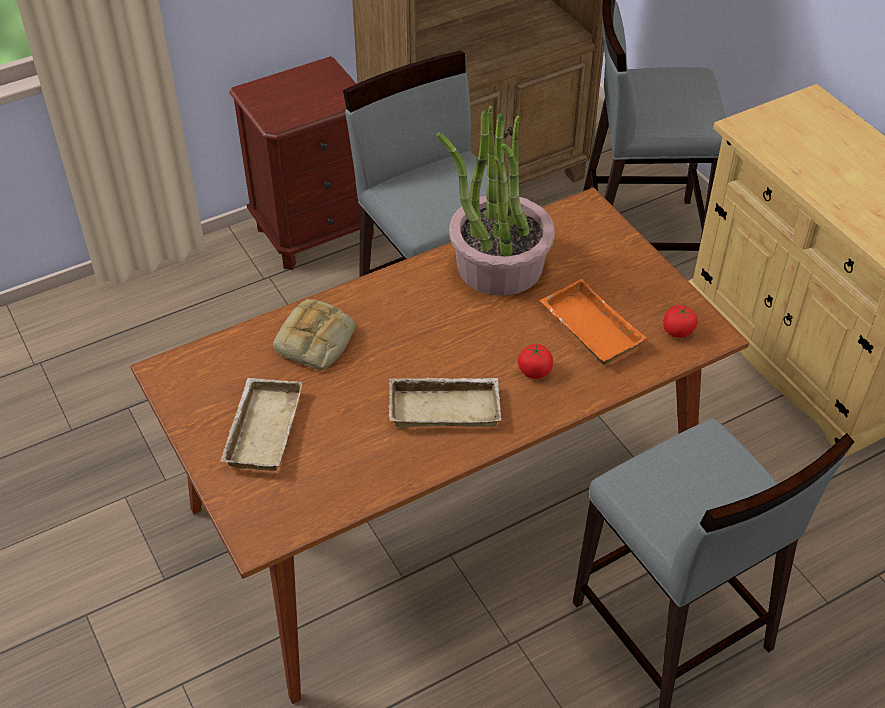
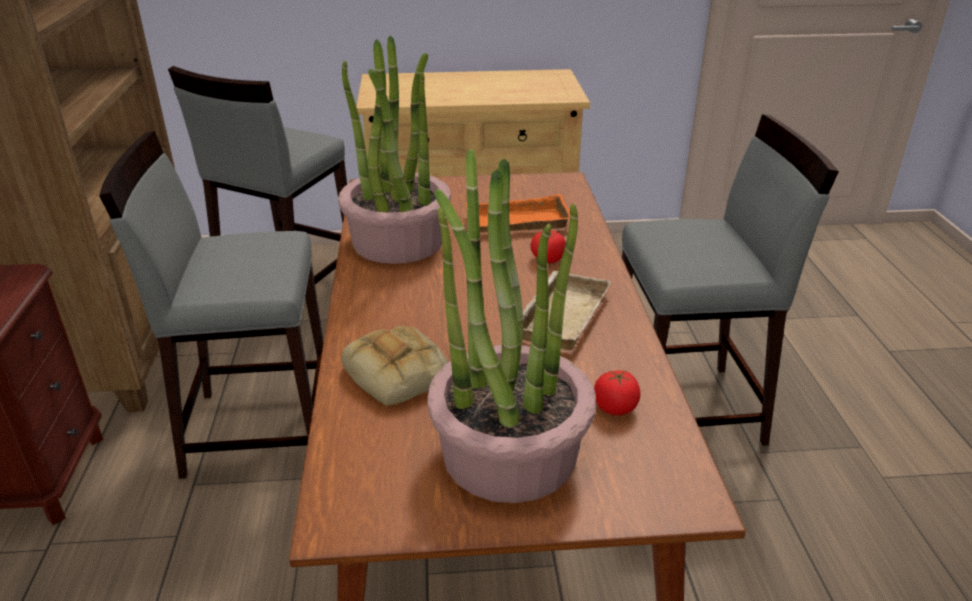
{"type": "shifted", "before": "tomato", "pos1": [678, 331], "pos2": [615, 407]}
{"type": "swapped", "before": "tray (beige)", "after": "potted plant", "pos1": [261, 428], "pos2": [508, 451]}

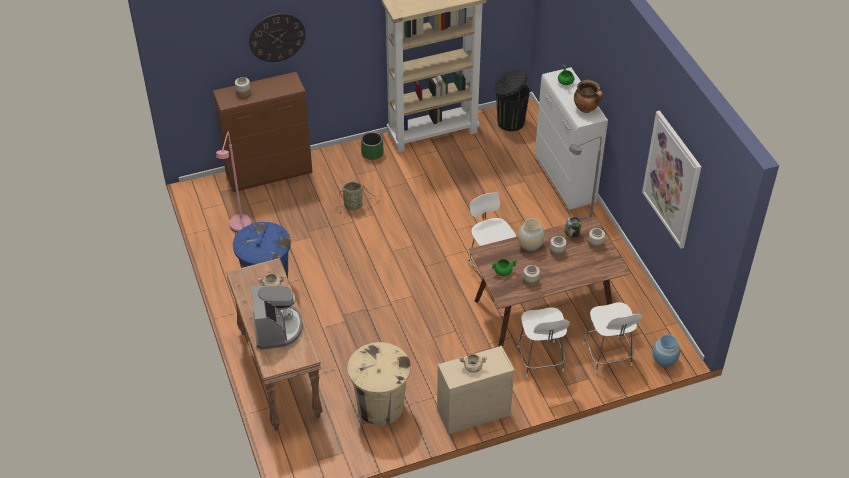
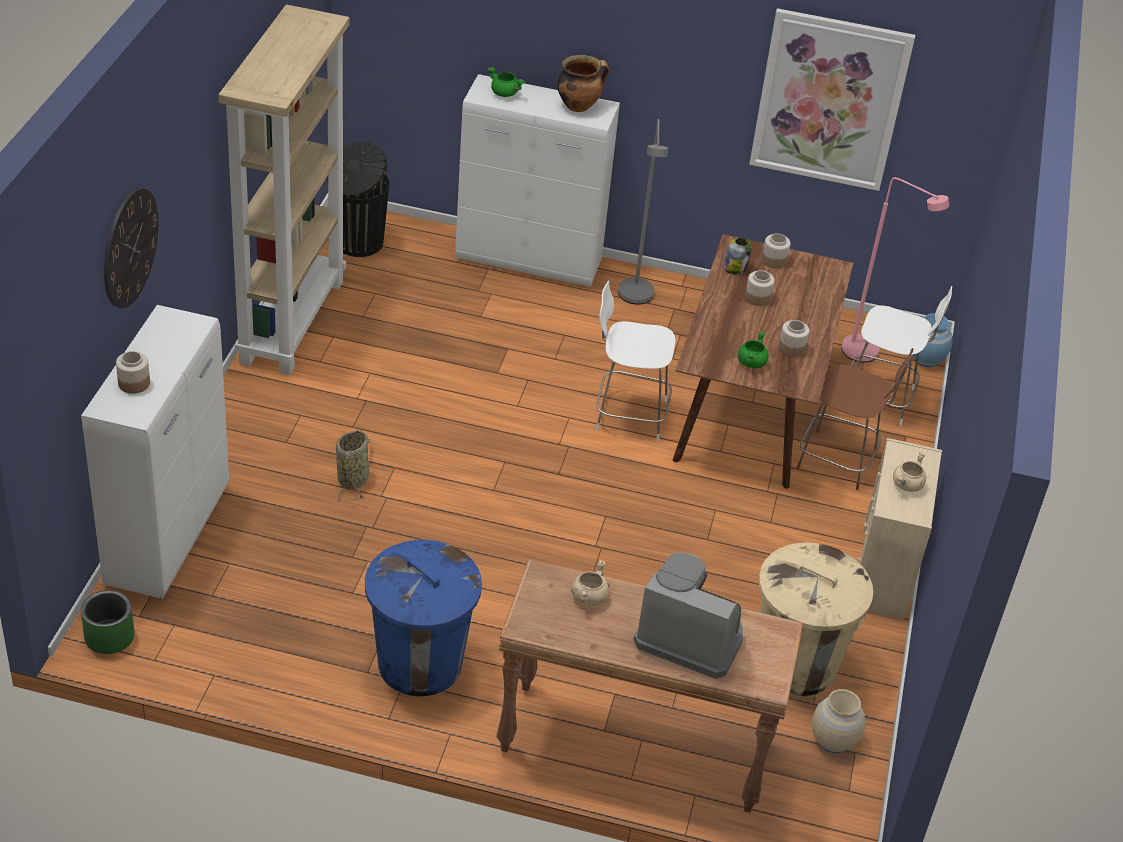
{"type": "repainted", "before": "cabinet (brown)", "after": "cabinet (white)", "pos1": [270, 174], "pos2": [168, 534]}
{"type": "shifted", "before": "planter (green)", "pos1": [372, 153], "pos2": [109, 637]}
{"type": "shifted", "before": "floor lamp (pink)", "pos1": [239, 229], "pos2": [869, 355]}
{"type": "shifted", "before": "vase (beige)", "pos1": [530, 245], "pos2": [833, 739]}
{"type": "repainted", "before": "stool (white)", "after": "stool (brown)", "pos1": [540, 361], "pos2": [839, 461]}

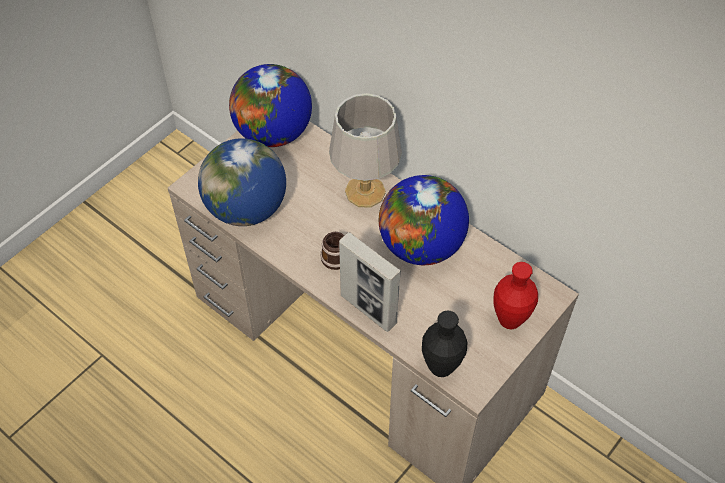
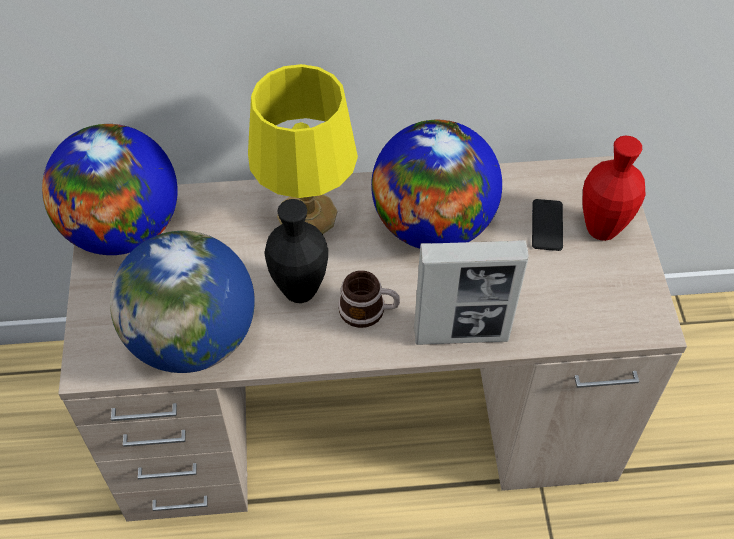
{"type": "repainted", "before": "table lamp (grey)", "after": "table lamp (yellow)", "pos1": [366, 192], "pos2": [309, 215]}
{"type": "shifted", "before": "vase (black)", "pos1": [441, 367], "pos2": [300, 291]}
{"type": "new", "after": "phone", "pos2": [547, 225]}

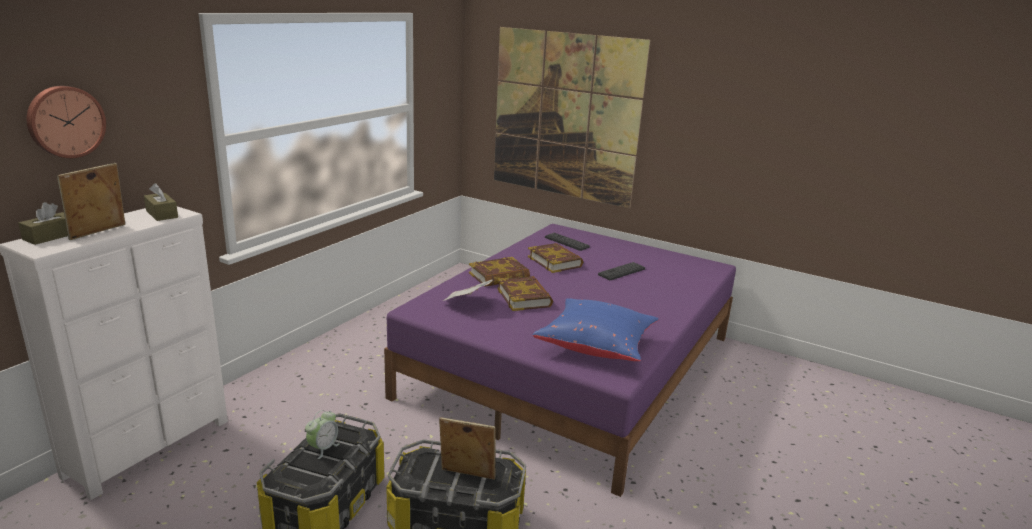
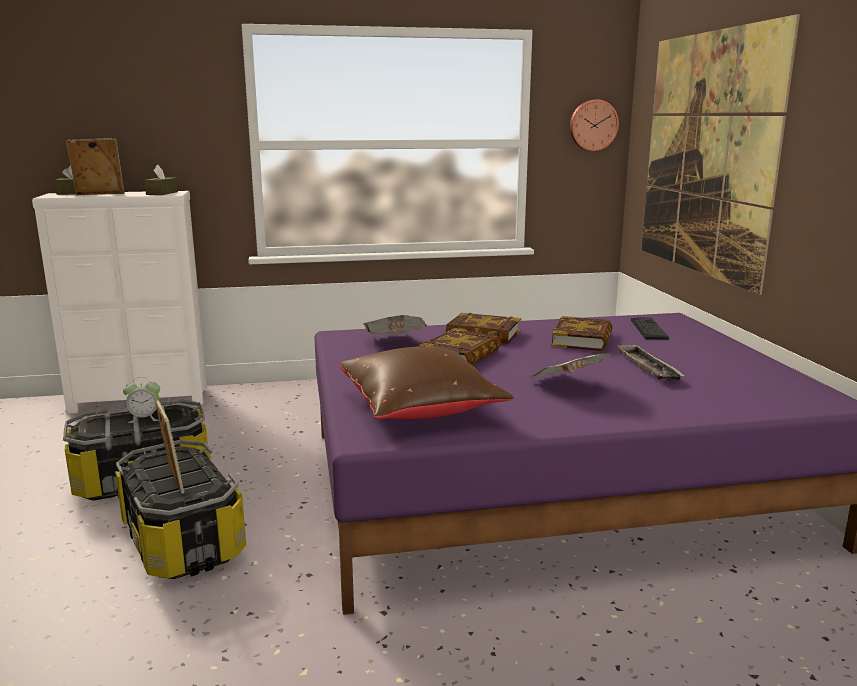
{"type": "shifted", "before": "wall clock", "pos1": [65, 121], "pos2": [593, 125]}
{"type": "swapped", "before": "keyboard", "after": "tray", "pos1": [621, 272], "pos2": [647, 368]}
{"type": "repainted", "before": "pillow (blue)", "after": "pillow (brown)", "pos1": [596, 346], "pos2": [421, 409]}
{"type": "new", "after": "newspaper", "pos2": [567, 386]}

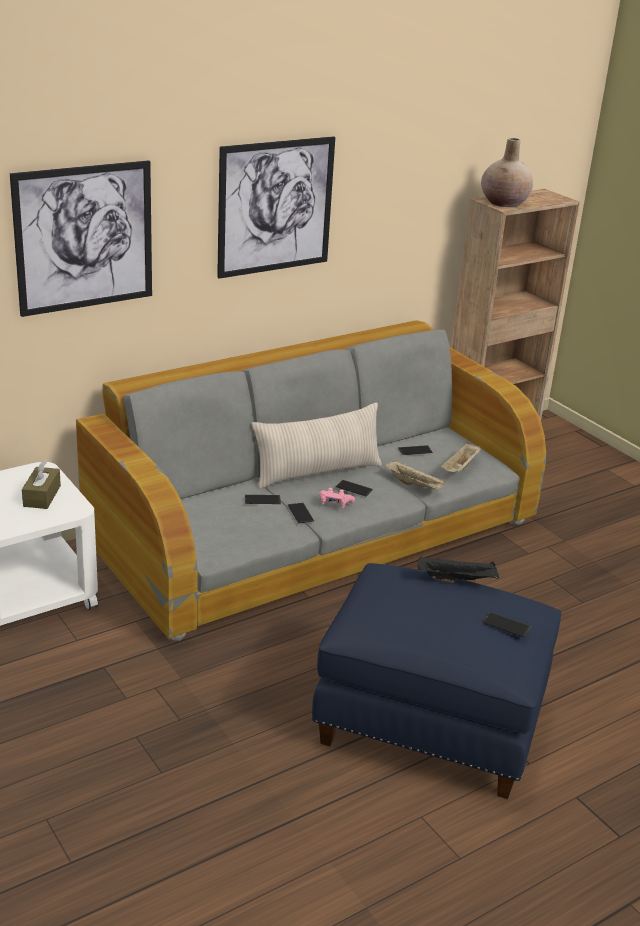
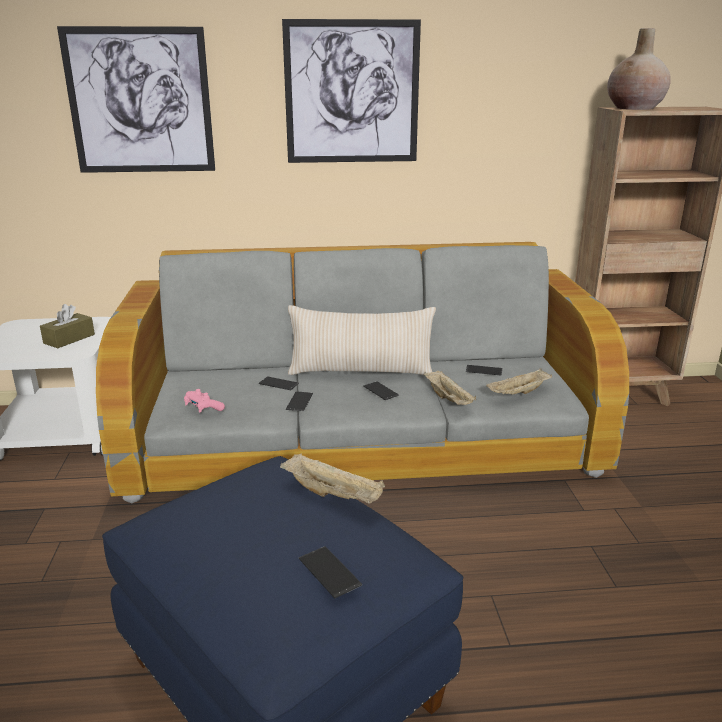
{"type": "shifted", "before": "game controller (pink)", "pos1": [335, 504], "pos2": [203, 408]}
{"type": "repainted", "before": "tray (black)", "after": "tray (beige)", "pos1": [457, 579], "pos2": [334, 494]}

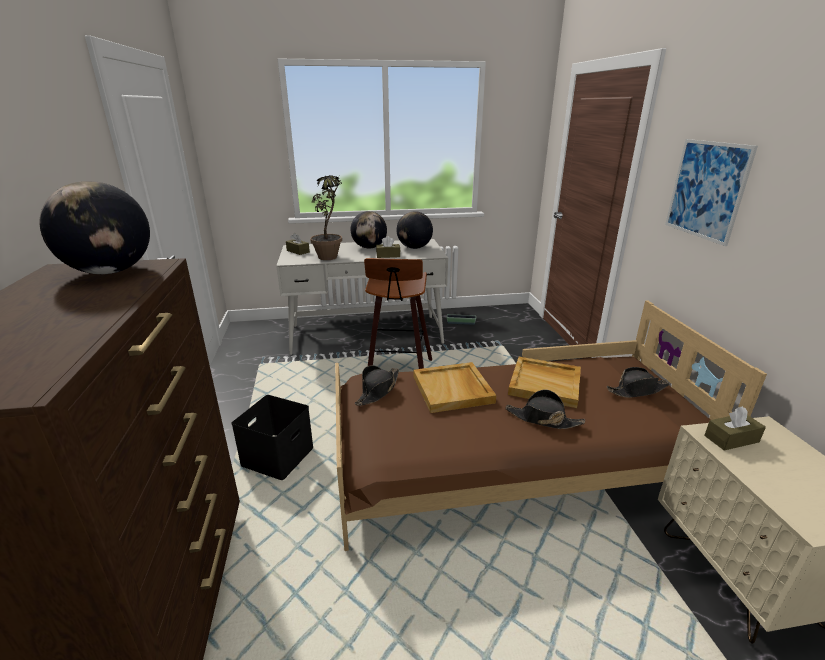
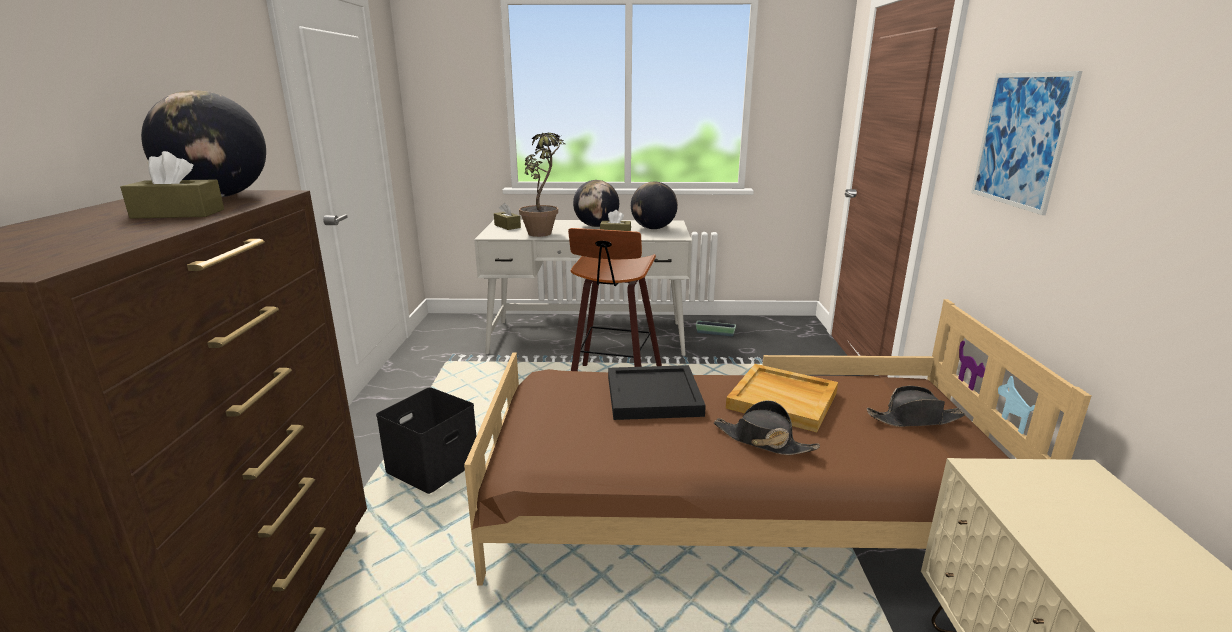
{"type": "repainted", "before": "tray (beige)", "after": "tray (black)", "pos1": [453, 389], "pos2": [654, 396]}
{"type": "gone", "before": "hat (black)", "pos1": [378, 390]}
{"type": "shifted", "before": "tissue box (brown)", "pos1": [731, 439], "pos2": [178, 214]}

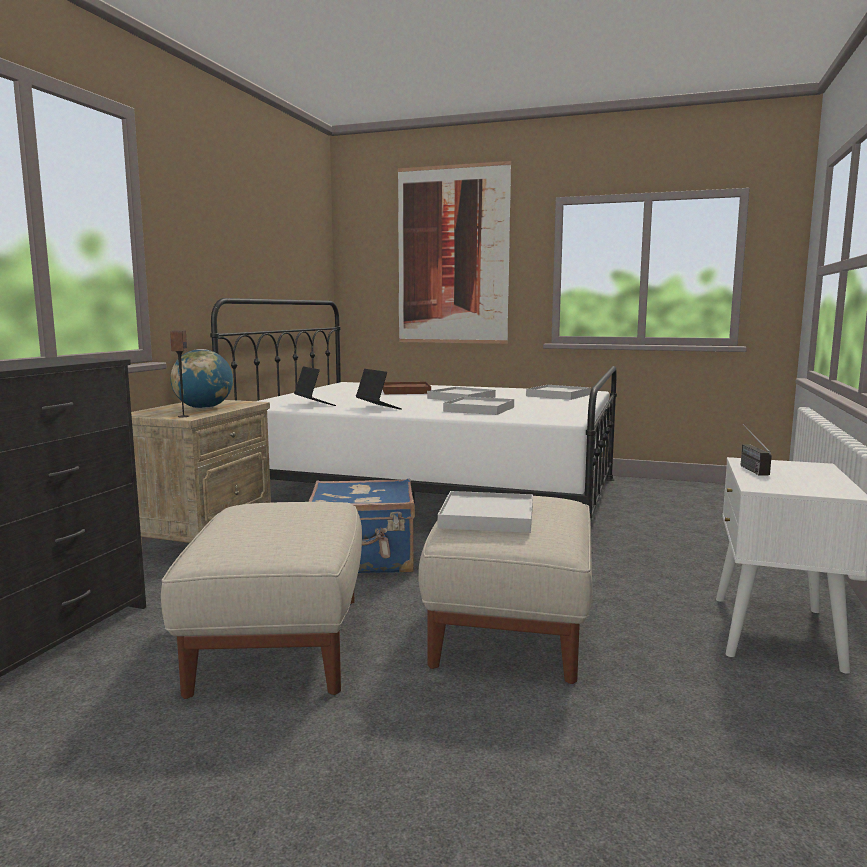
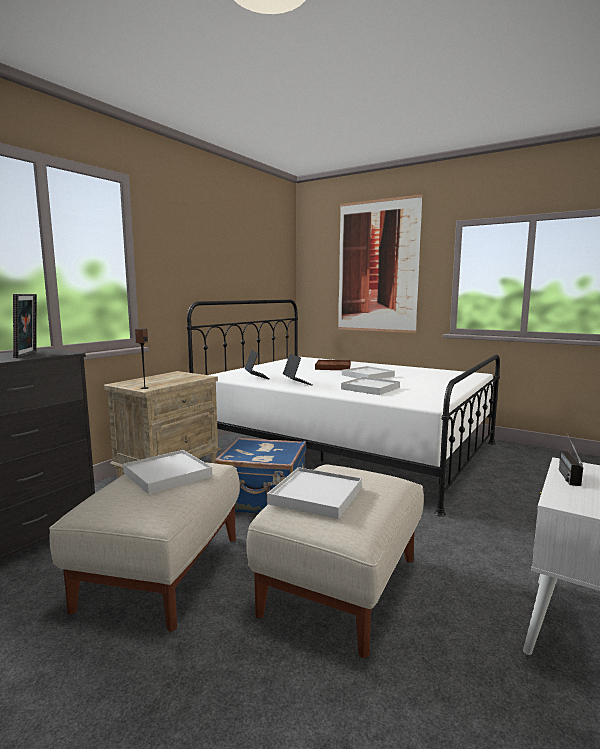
{"type": "gone", "before": "globe", "pos1": [204, 408]}
{"type": "shifted", "before": "tray (white)", "pos1": [558, 395], "pos2": [167, 474]}
{"type": "new", "after": "picture frame", "pos2": [28, 354]}

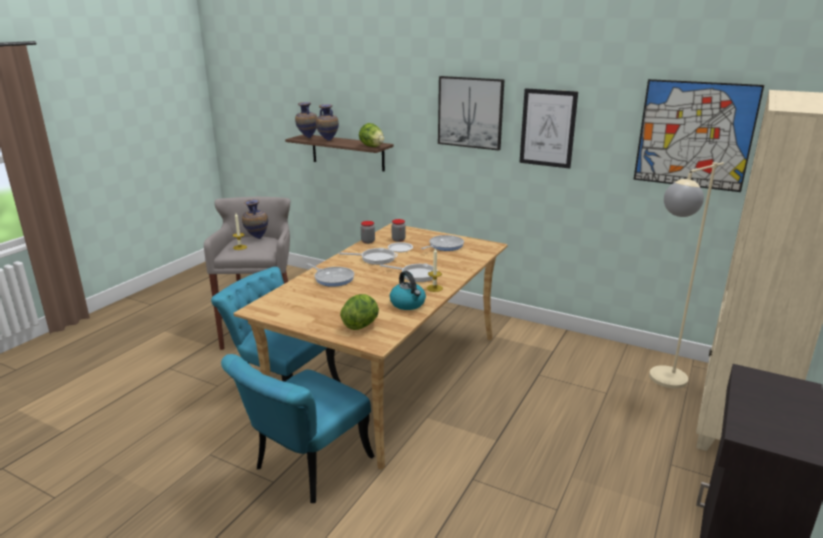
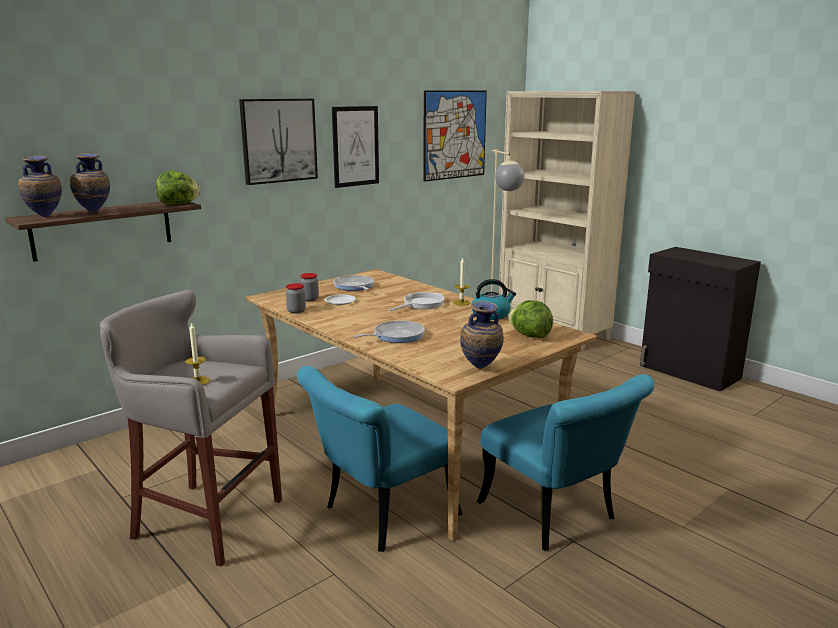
{"type": "shifted", "before": "vase", "pos1": [256, 238], "pos2": [480, 370]}
{"type": "gone", "before": "frying pan", "pos1": [375, 258]}

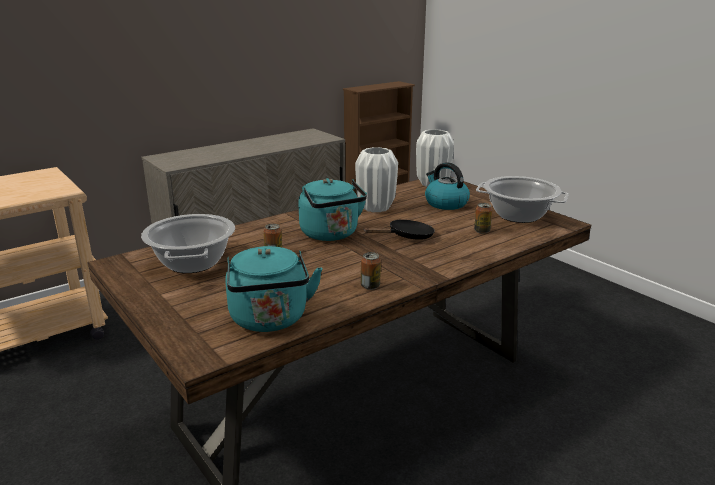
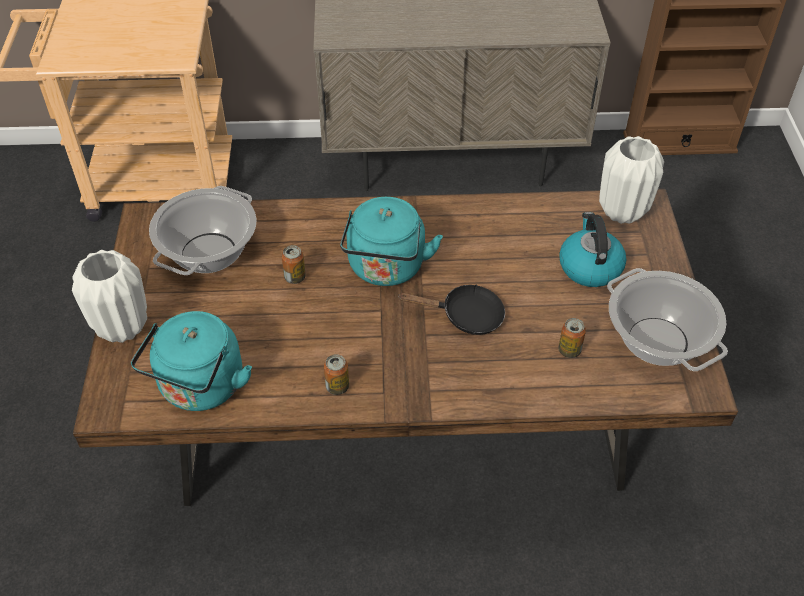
{"type": "shifted", "before": "vase (white)", "pos1": [376, 208], "pos2": [123, 327]}

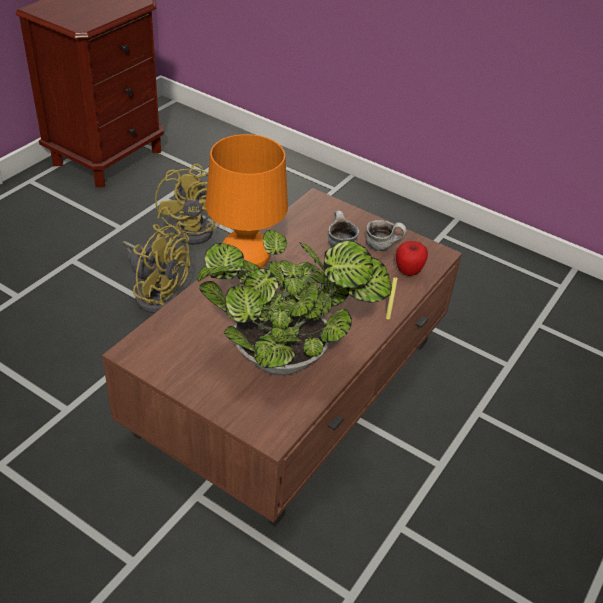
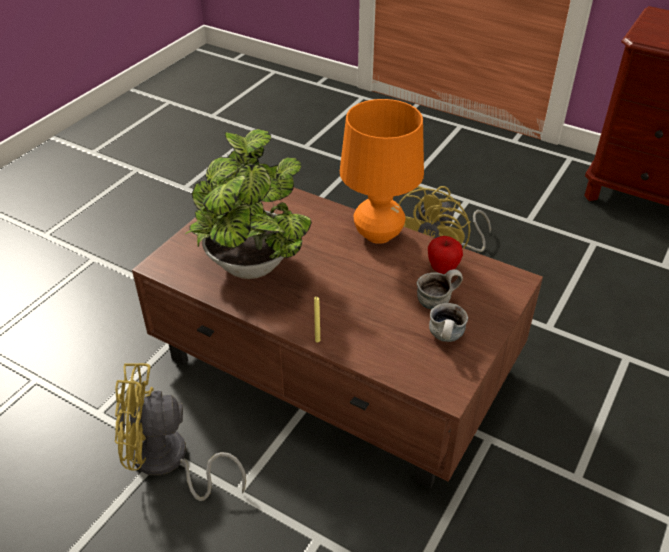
{"type": "shifted", "before": "fan (yellow)", "pos1": [201, 230], "pos2": [168, 462]}
{"type": "shifted", "before": "apple", "pos1": [408, 271], "pos2": [442, 269]}

